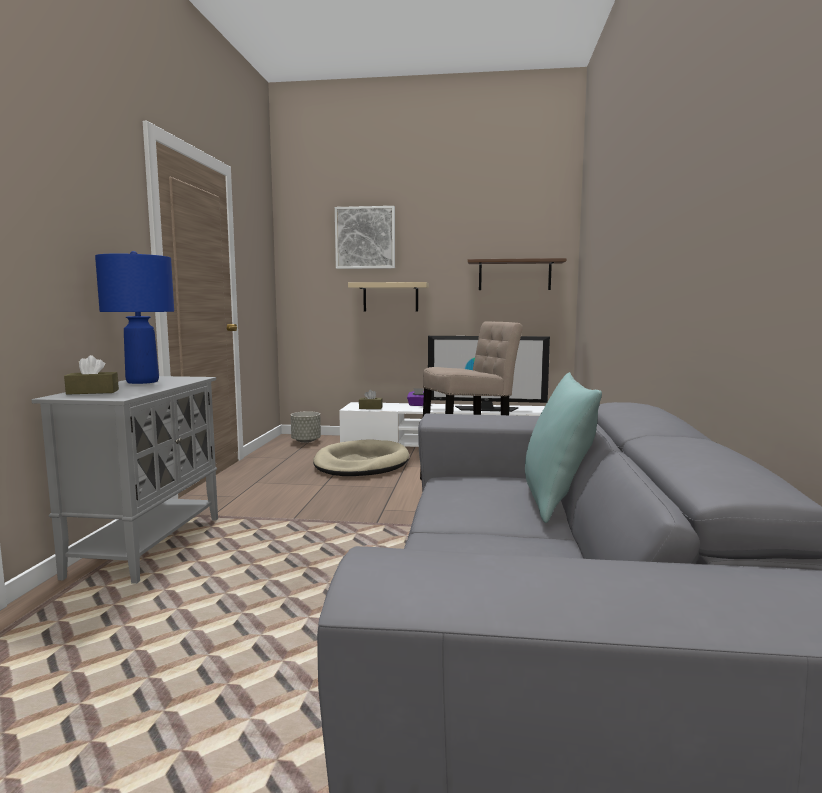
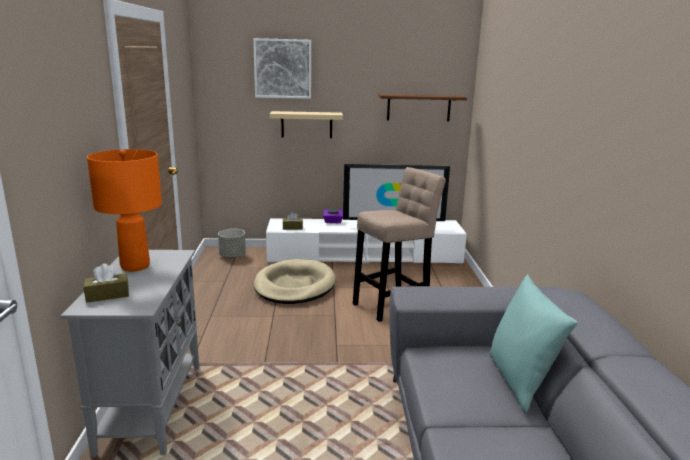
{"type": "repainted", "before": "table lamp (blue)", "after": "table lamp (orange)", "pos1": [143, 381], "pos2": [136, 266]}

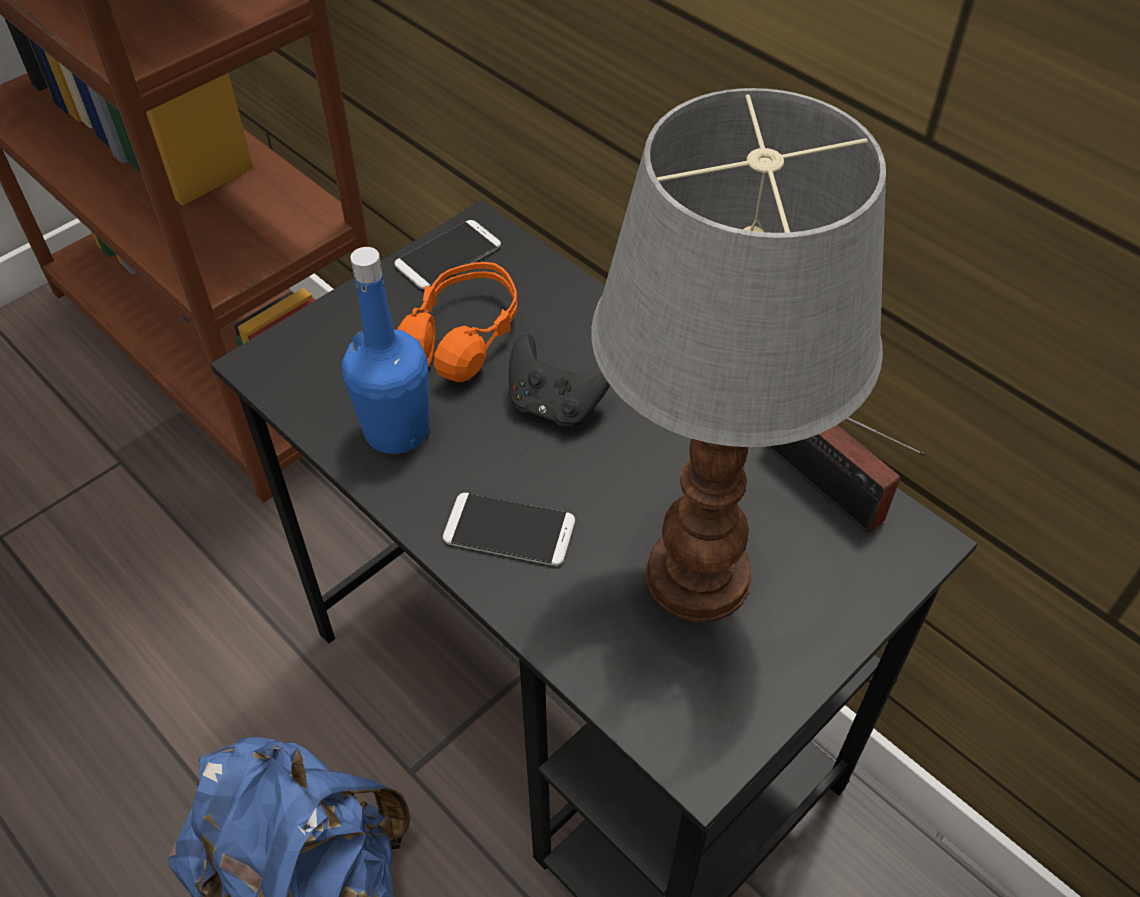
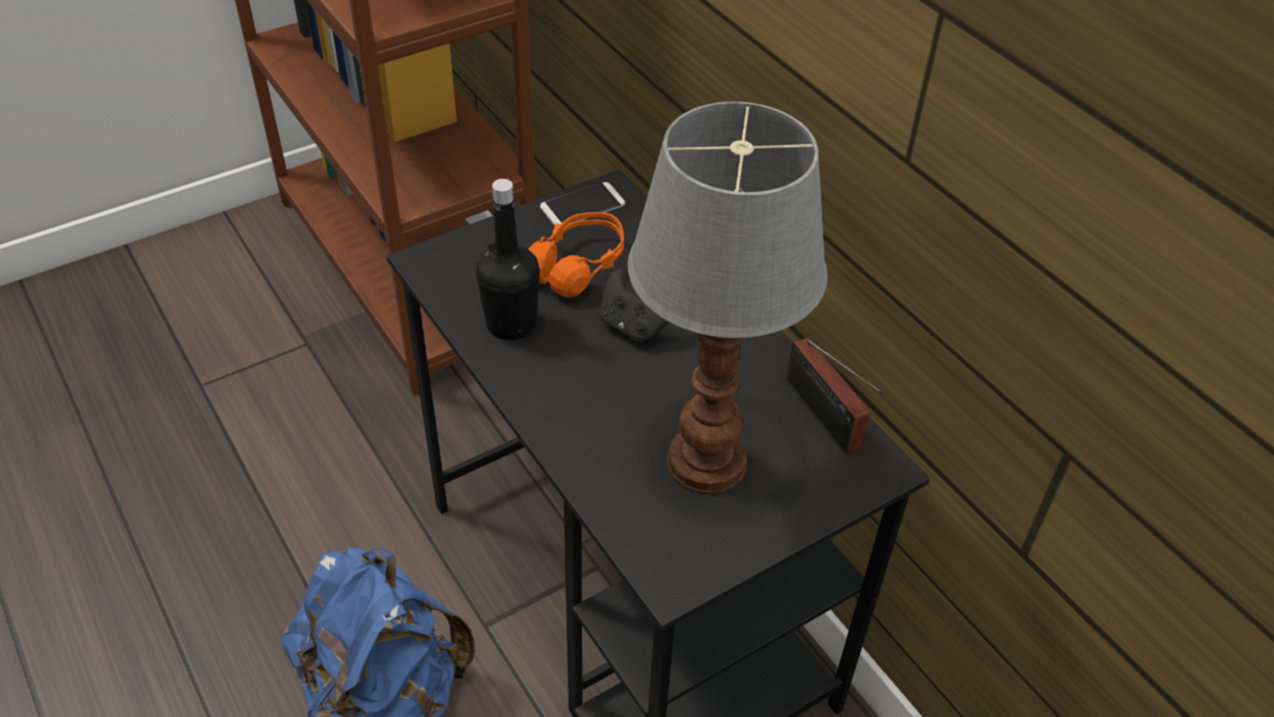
{"type": "repainted", "before": "bottle (blue)", "after": "bottle (black)", "pos1": [397, 430], "pos2": [511, 324]}
{"type": "gone", "before": "phone", "pos1": [509, 530]}

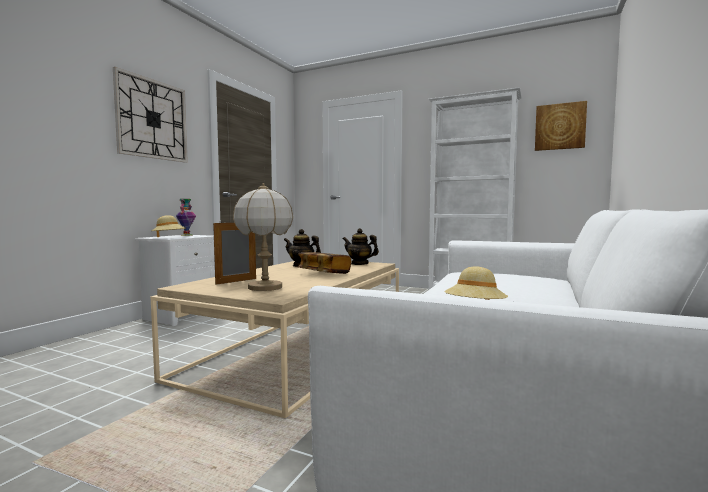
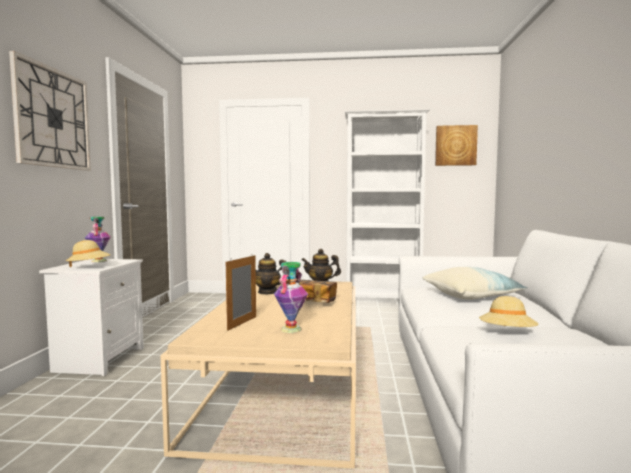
{"type": "swapped", "before": "table lamp", "after": "vase", "pos1": [265, 287], "pos2": [290, 329]}
{"type": "new", "after": "pillow", "pos2": [471, 296]}

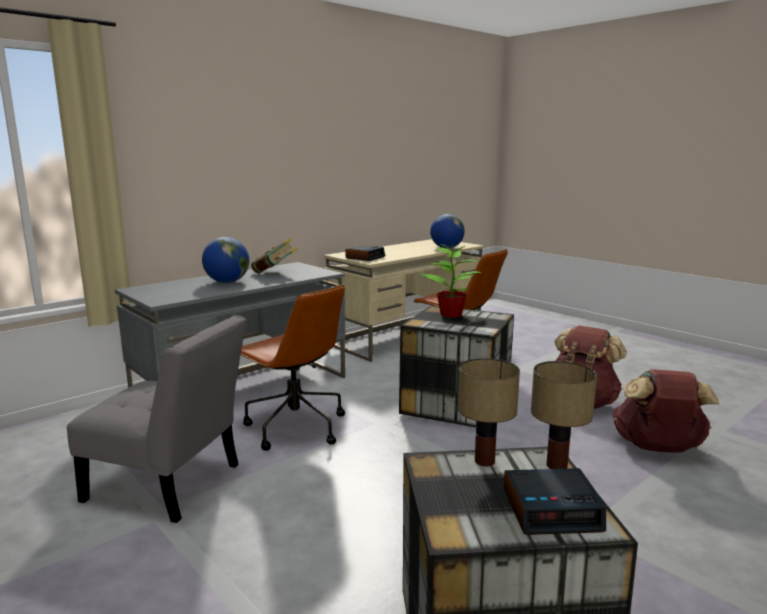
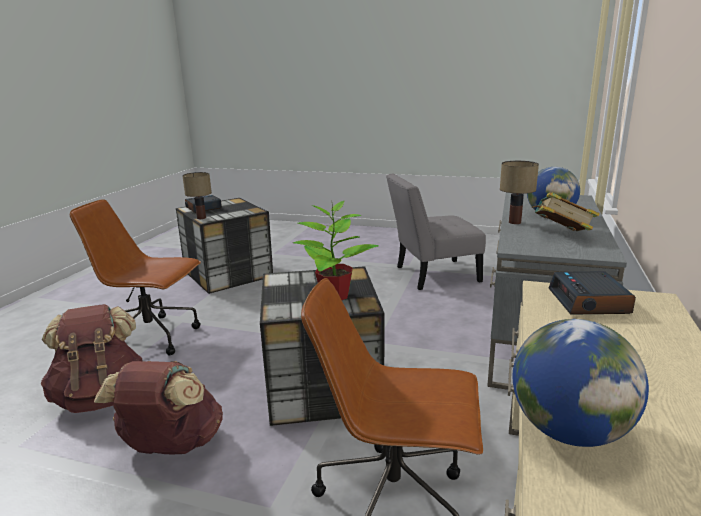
{"type": "shifted", "before": "office chair (brown)", "pos1": [294, 427], "pos2": [152, 338]}
{"type": "shifted", "before": "table lamp", "pos1": [484, 460], "pos2": [515, 222]}

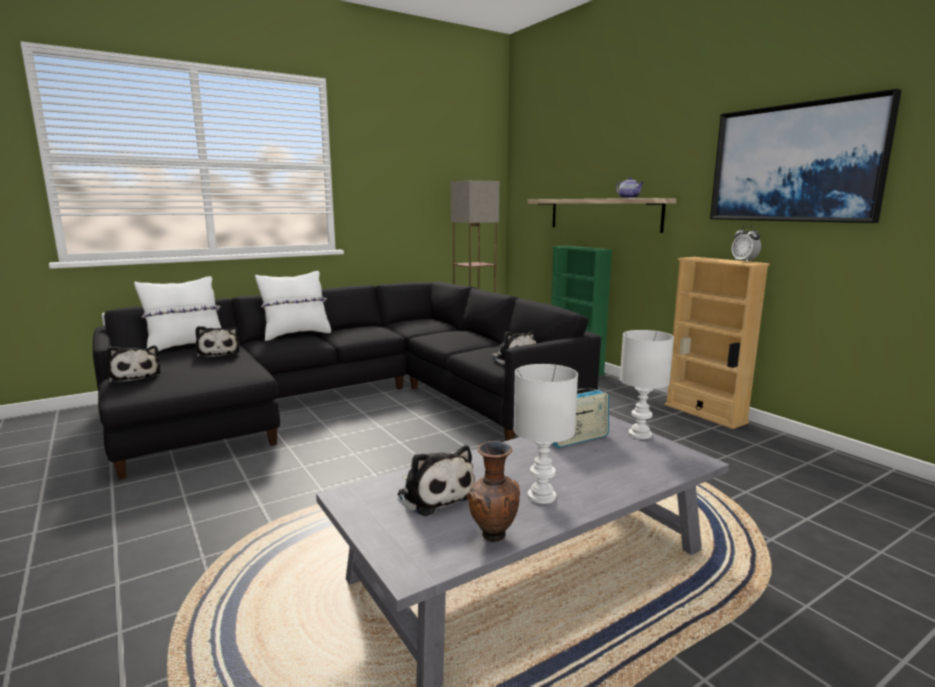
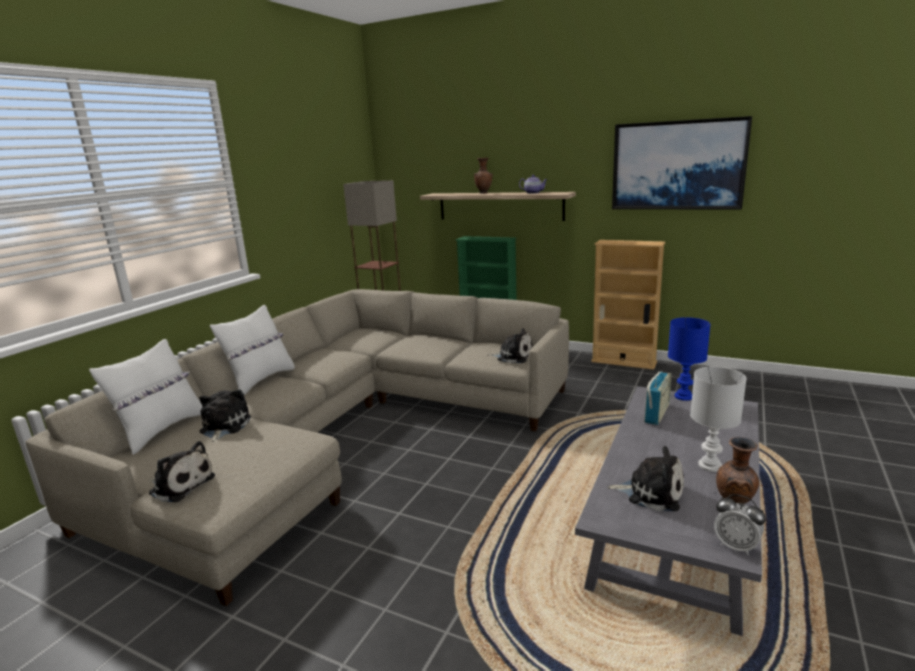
{"type": "shifted", "before": "alarm clock", "pos1": [744, 261], "pos2": [736, 546]}
{"type": "repainted", "before": "sofa (black)", "after": "sofa (beige)", "pos1": [351, 400], "pos2": [341, 433]}
{"type": "rotated", "before": "plush toy", "pos1": [218, 353], "pos2": [223, 427], "turn": -120}
{"type": "repainted", "before": "table lamp (white)", "after": "table lamp (blue)", "pos1": [639, 434], "pos2": [682, 396]}
{"type": "new", "after": "vase (brown)", "pos2": [484, 193]}

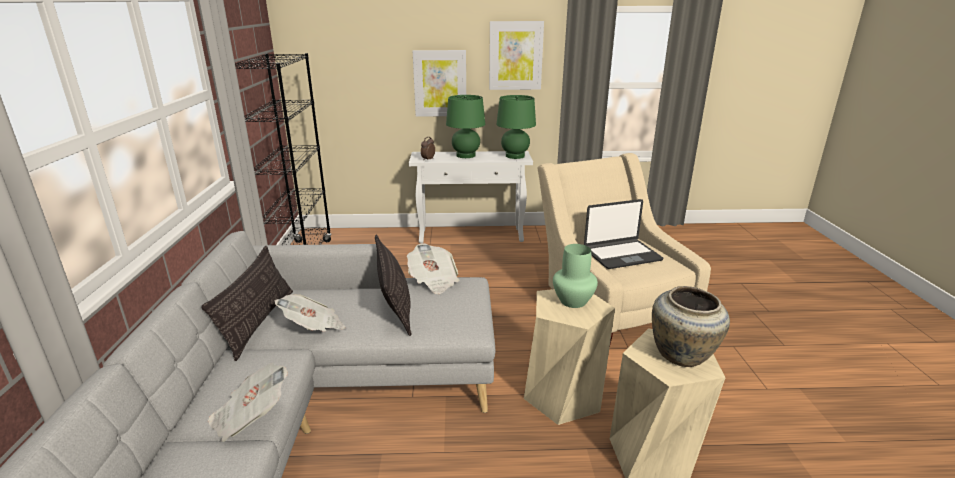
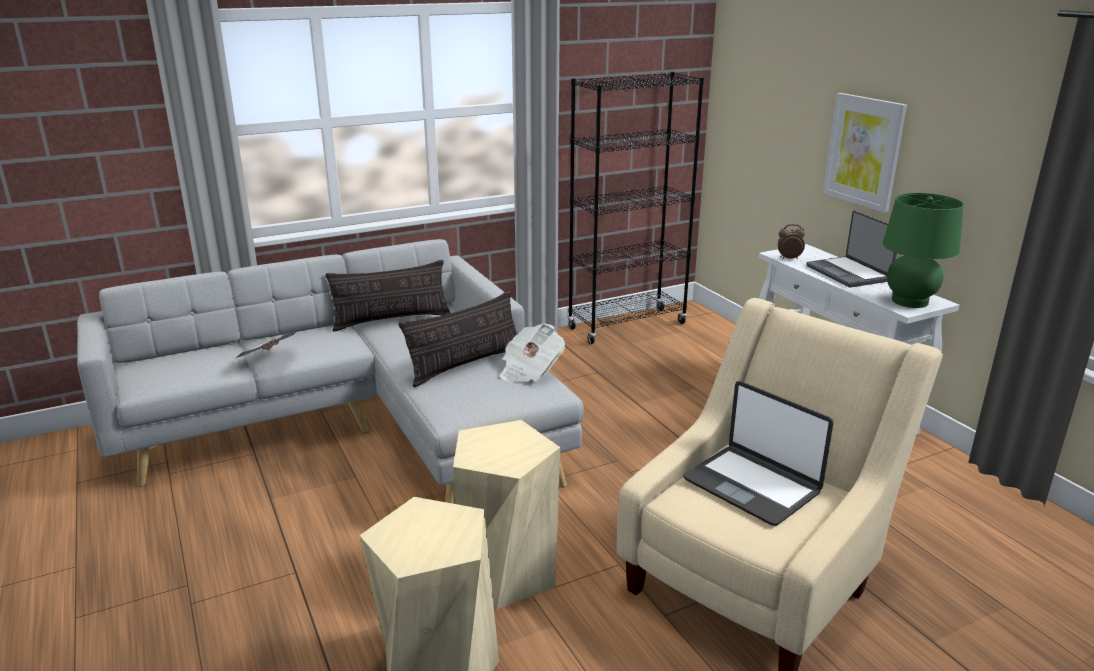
{"type": "gone", "before": "picture", "pos1": [515, 56]}
{"type": "swapped", "before": "table lamp (green)", "after": "laptop", "pos1": [466, 155], "pos2": [849, 273]}
{"type": "gone", "before": "vase (green)", "pos1": [572, 301]}
{"type": "gone", "before": "vase (beige)", "pos1": [682, 356]}
{"type": "gone", "before": "newspaper", "pos1": [314, 327]}

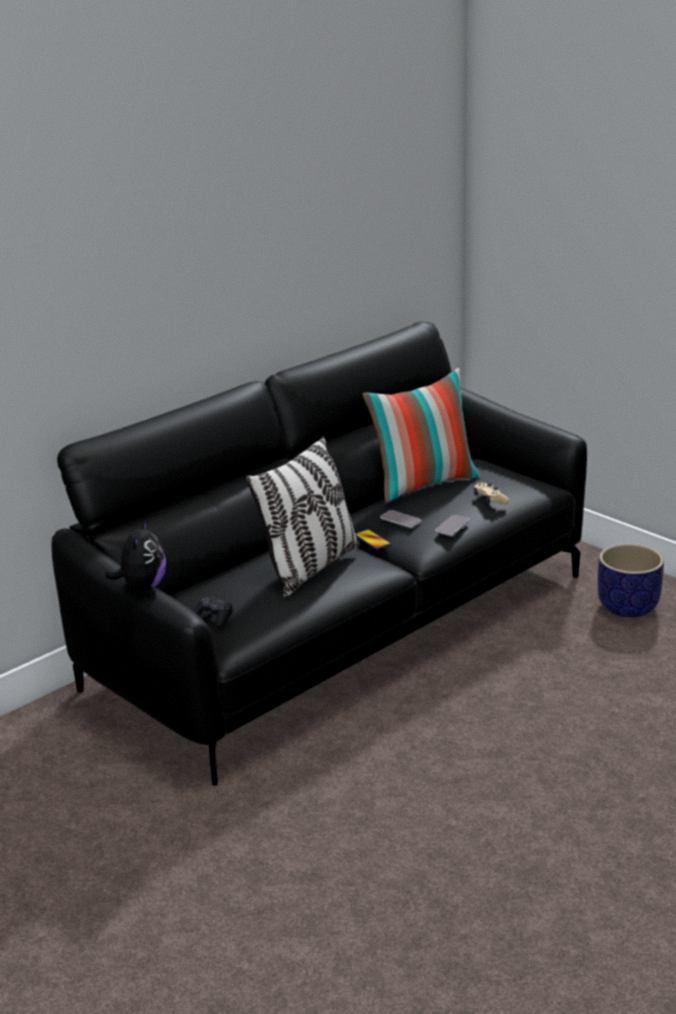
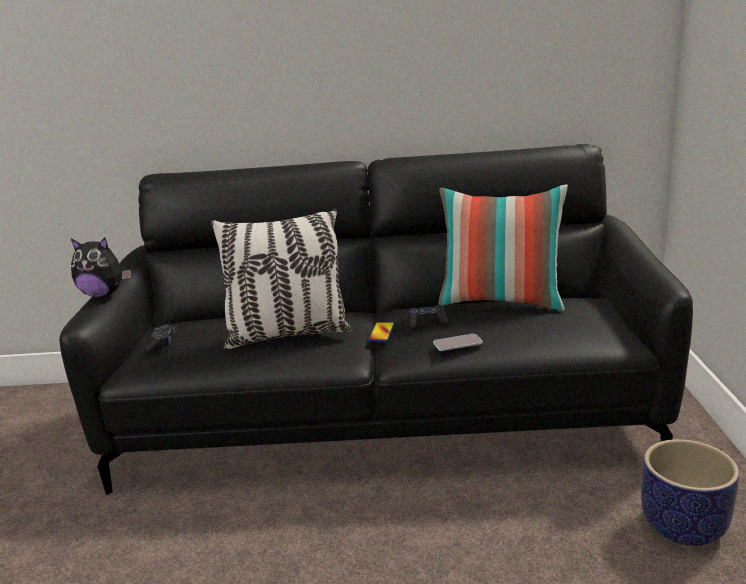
{"type": "gone", "before": "game controller (beige)", "pos1": [490, 499]}
{"type": "swapped", "before": "phone", "after": "game controller (black)", "pos1": [400, 520], "pos2": [427, 323]}
{"type": "rotated", "before": "plush toy", "pos1": [142, 587], "pos2": [104, 295], "turn": 45}

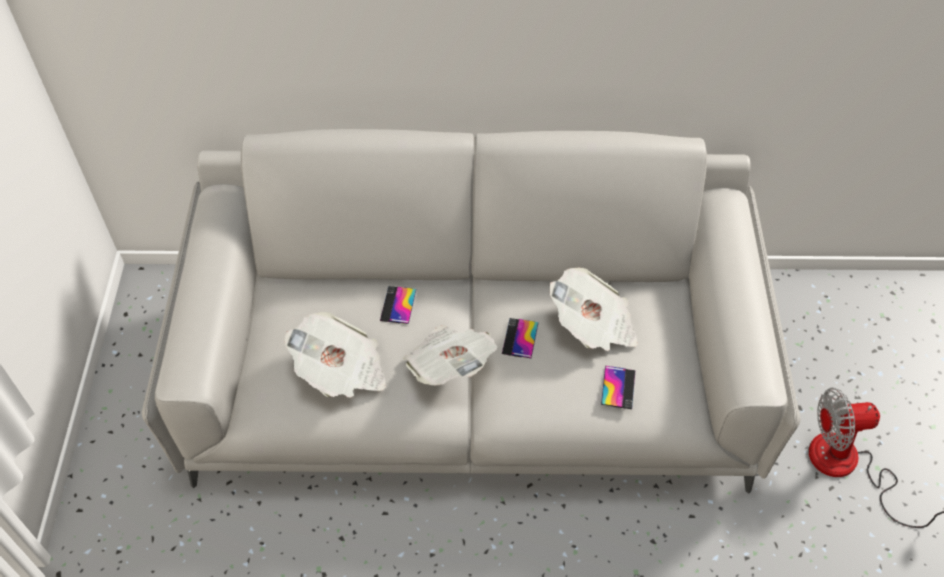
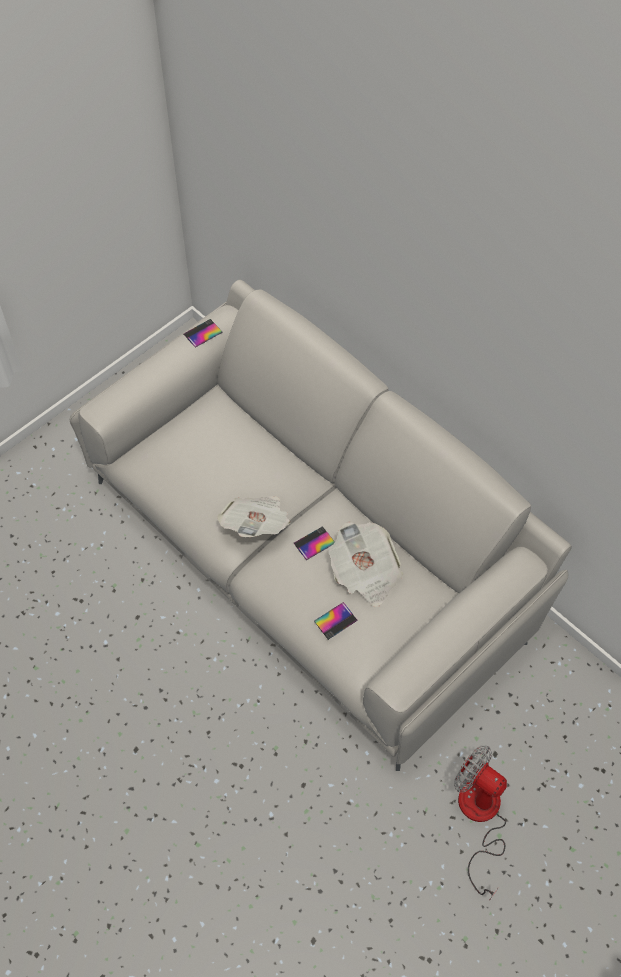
{"type": "shifted", "before": "phone", "pos1": [398, 305], "pos2": [203, 333]}
{"type": "gone", "before": "newspaper", "pos1": [341, 371]}

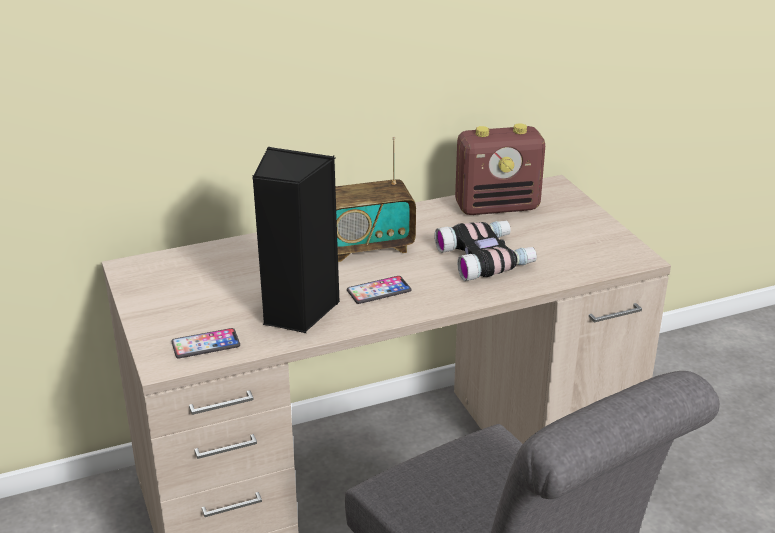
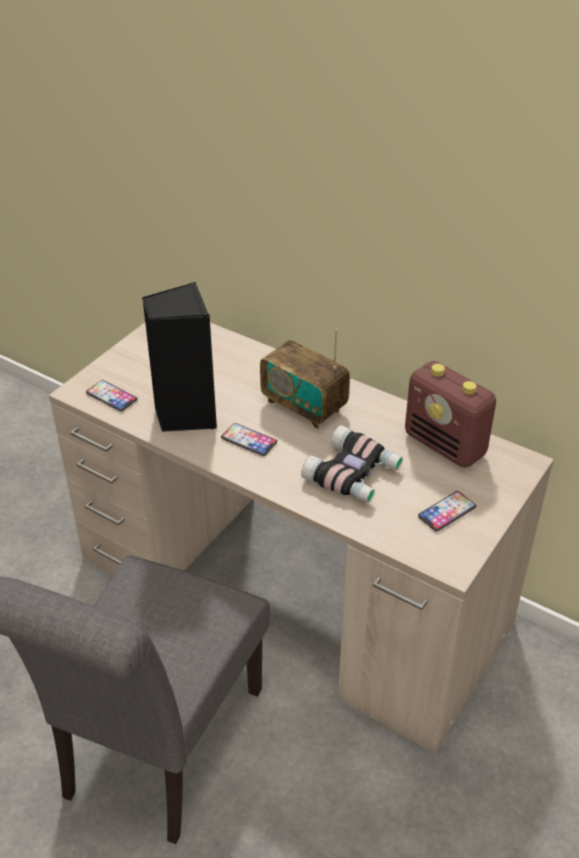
{"type": "new", "after": "phone", "pos2": [447, 512]}

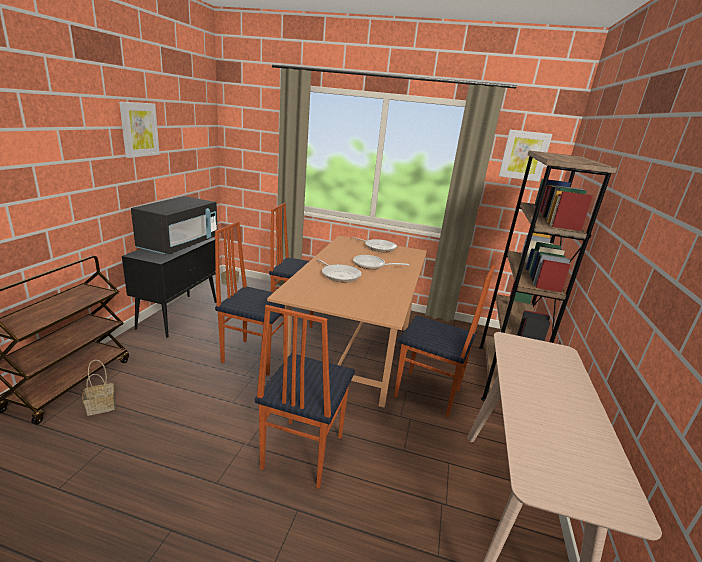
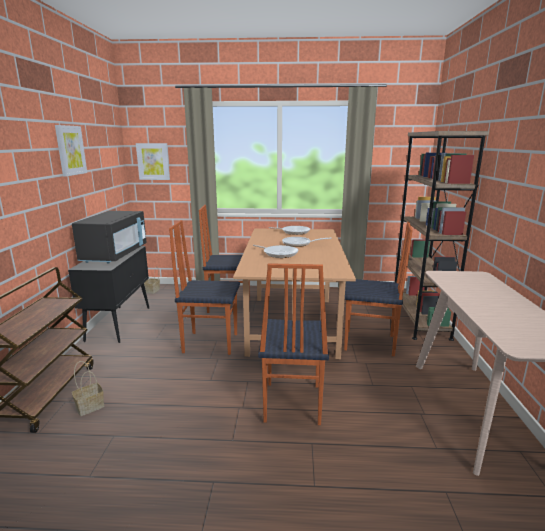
{"type": "shifted", "before": "picture", "pos1": [524, 155], "pos2": [153, 161]}

